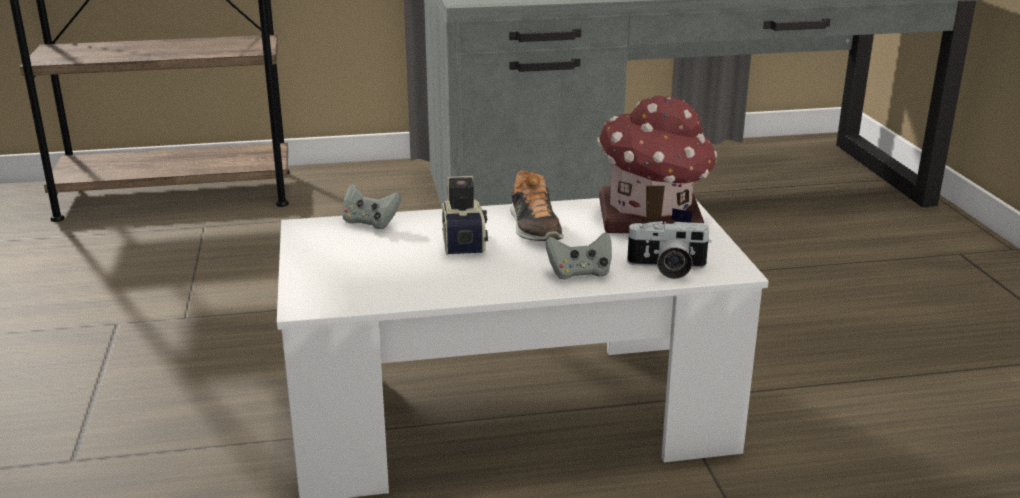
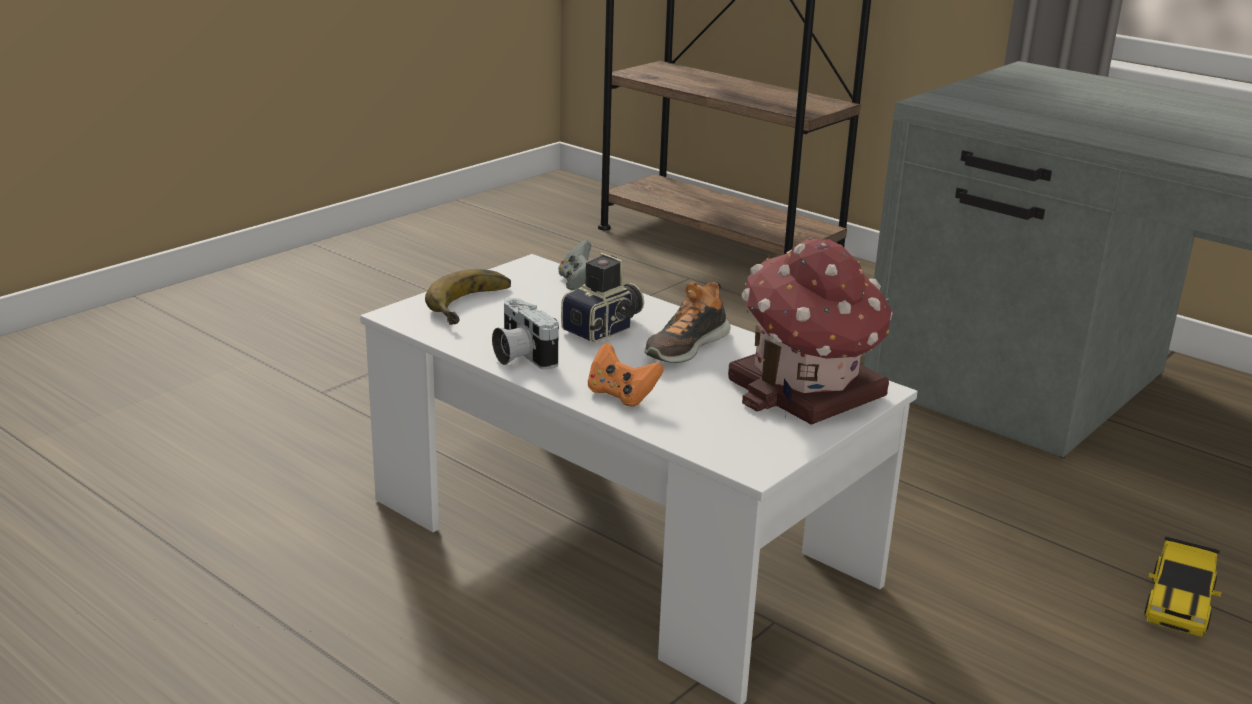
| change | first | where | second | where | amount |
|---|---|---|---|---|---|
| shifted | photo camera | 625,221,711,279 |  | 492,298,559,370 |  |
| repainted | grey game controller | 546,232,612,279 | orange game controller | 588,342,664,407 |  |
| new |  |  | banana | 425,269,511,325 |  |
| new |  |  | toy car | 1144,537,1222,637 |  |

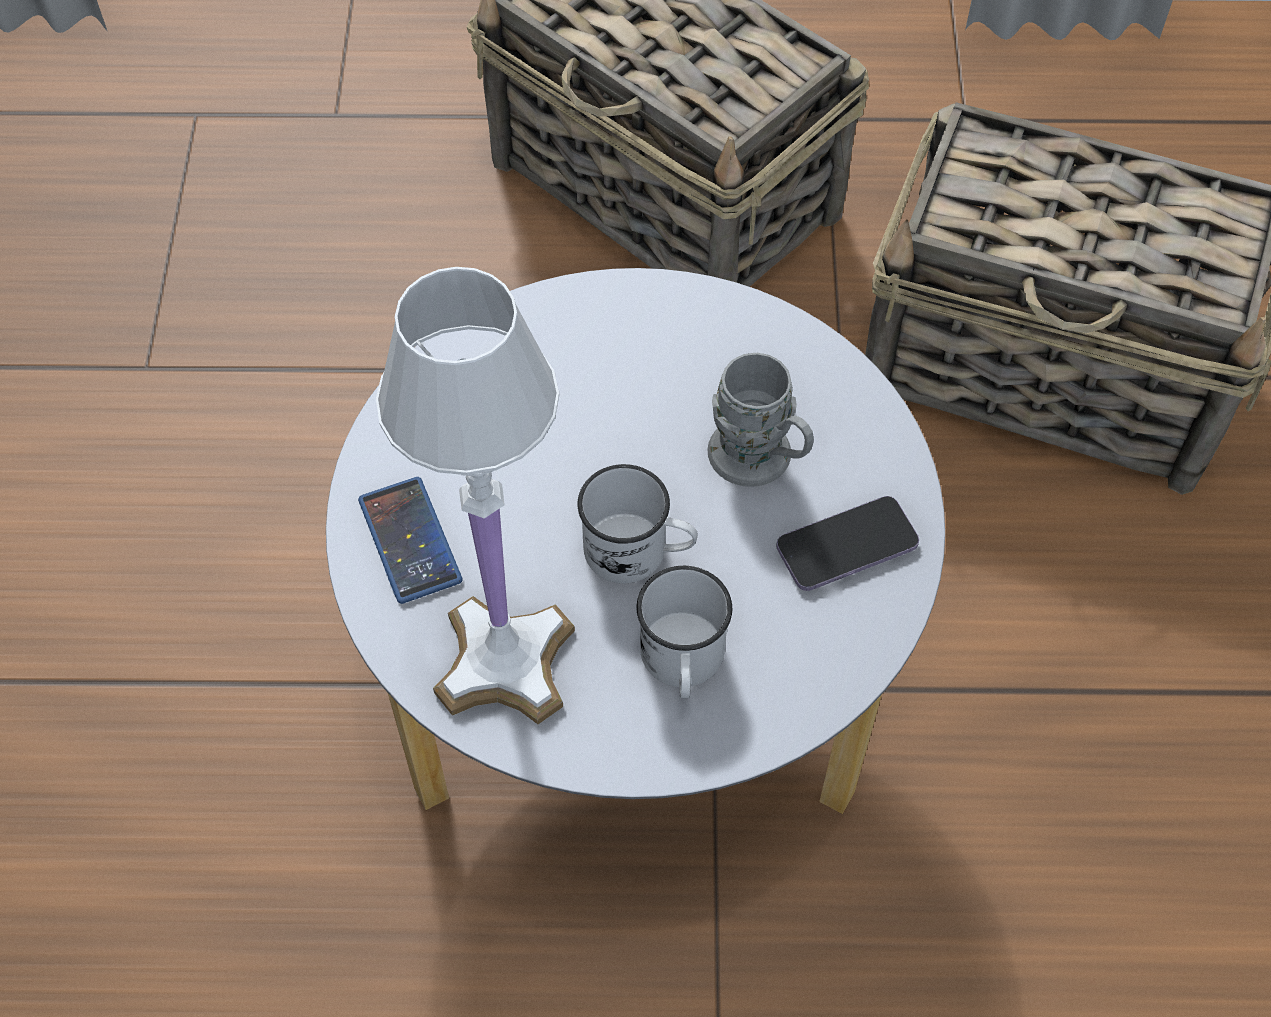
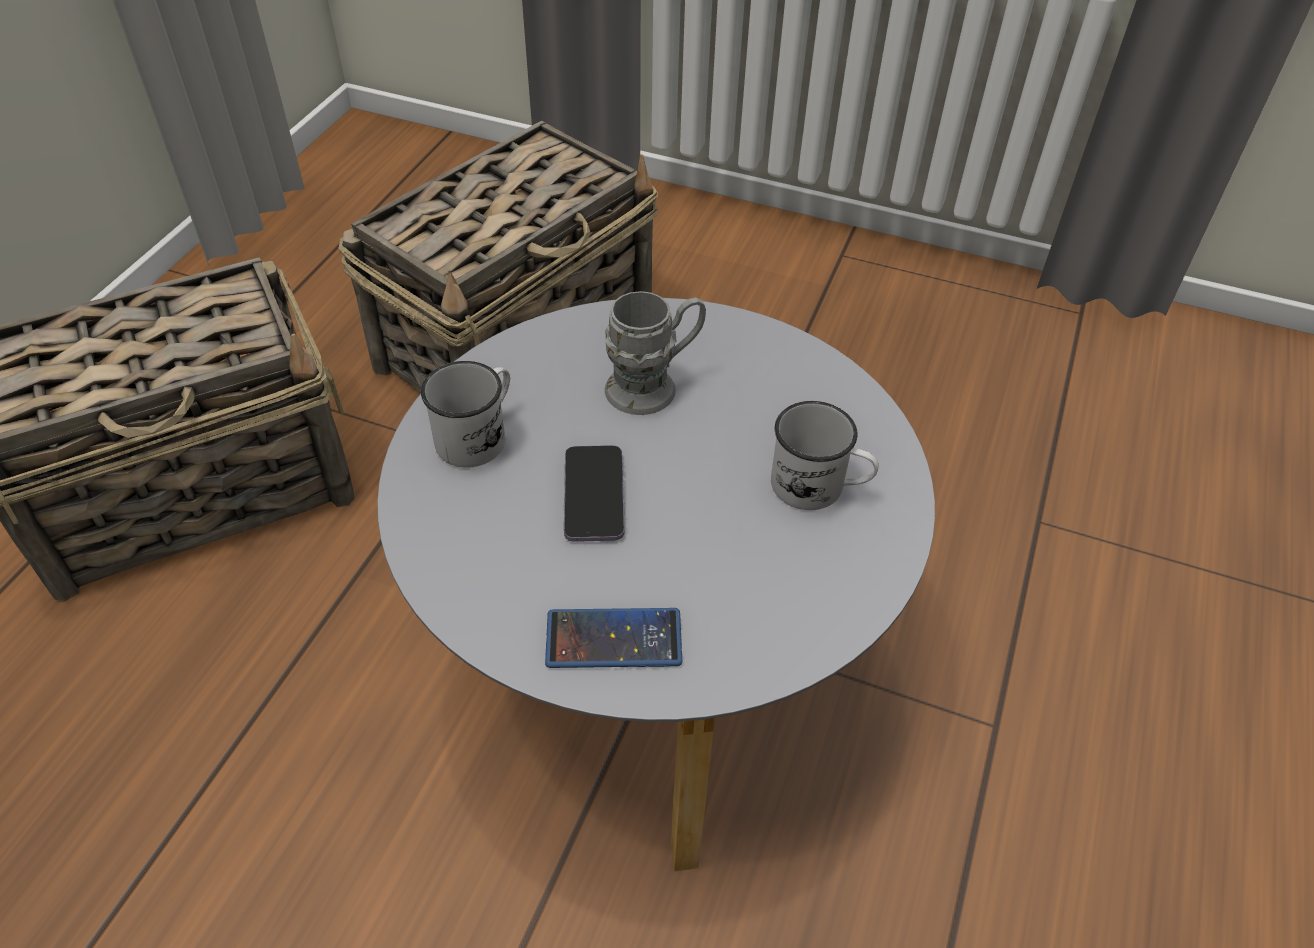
| change | first | where | second | where | amount |
|---|---|---|---|---|---|
| gone | white table lamp | 376,267,575,725 |  |  |  |
| shifted | white mug | 577,464,698,583 |  | 421,361,510,468 |  |
| shifted | phone | 776,496,919,591 |  | 564,445,625,542 |  |

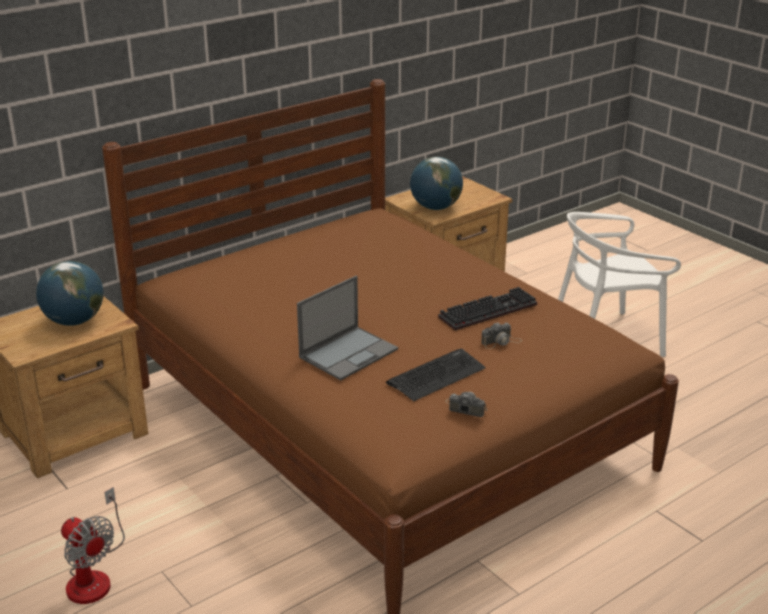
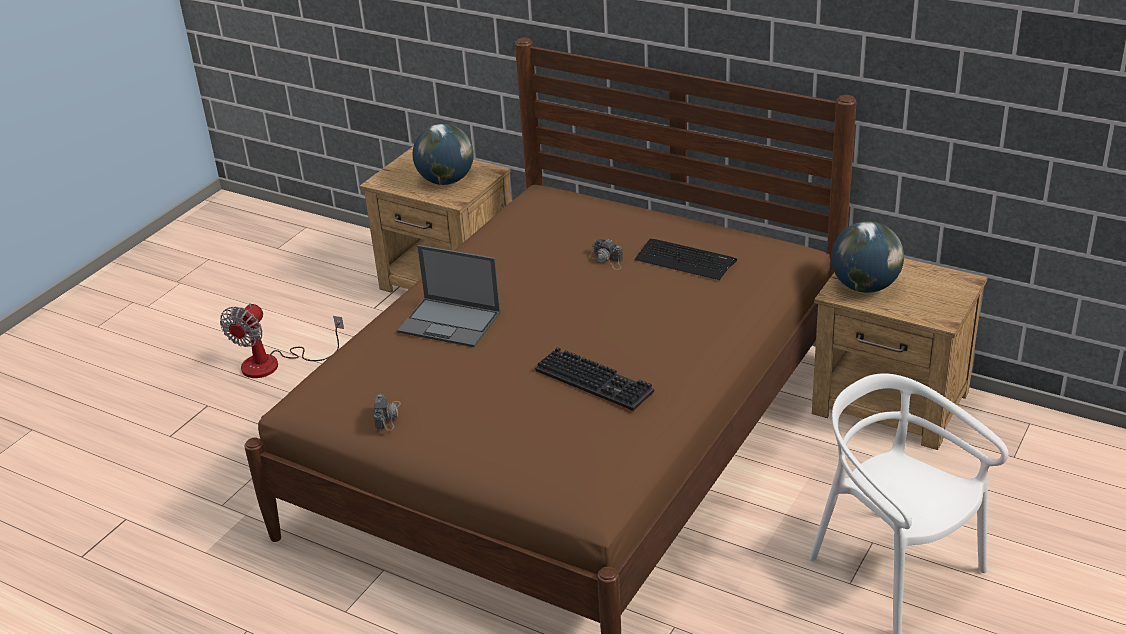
| change | first | where | second | where | amount |
|---|---|---|---|---|---|
| shifted | photo camera | 481,323,522,349 |  | 589,239,623,270 |  |
| shifted | keyboard | 386,349,486,401 |  | 635,239,737,280 |  |

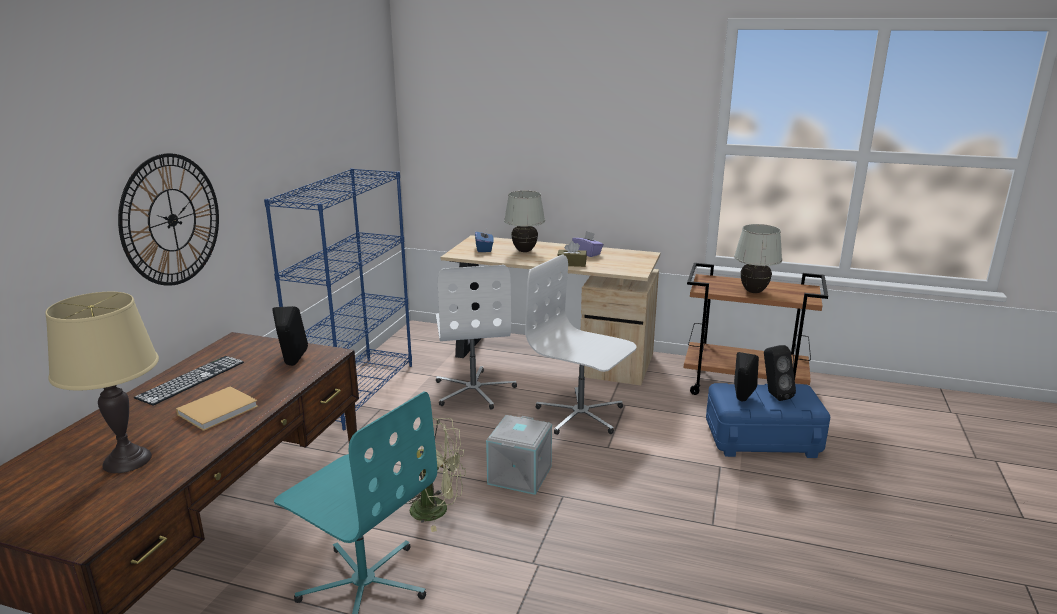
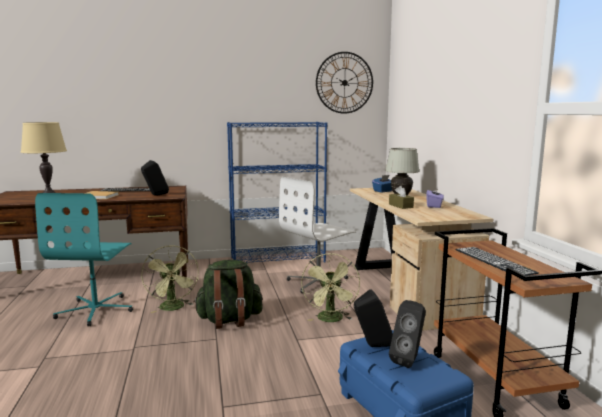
| change | first | where | second | where | amount |
|---|---|---|---|---|---|
| shifted | wall clock | 118,153,219,286 |  | 316,52,373,114 |  |
| swapped | white table lamp | 734,224,782,293 | keyboard | 455,247,539,276 |  |
| swapped | white office chair | 525,254,637,435 | green fan | 301,253,360,322 |  |
| swapped | grey storage box | 486,415,552,495 | green backpack | 193,260,263,329 |  |

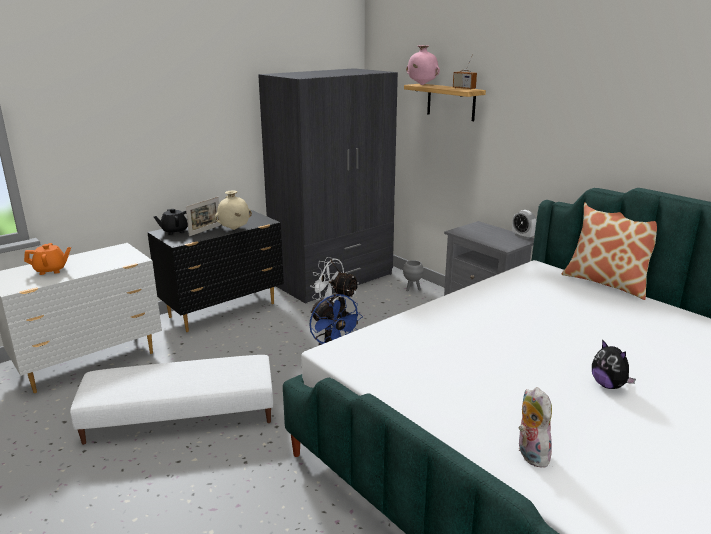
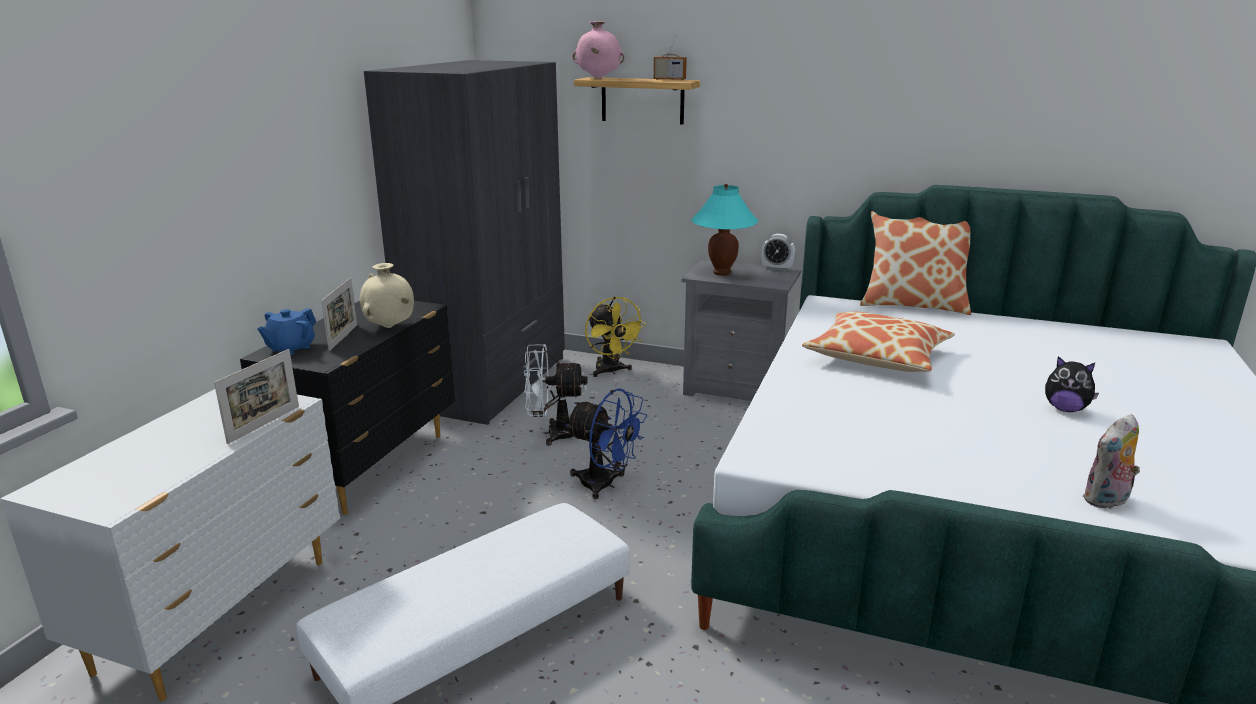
| change | first | where | second | where | amount |
|---|---|---|---|---|---|
| repainted | black teapot | 153,209,188,235 | blue teapot | 257,308,316,355 |  |
| gone | orange teapot | 24,243,71,275 |  |  |  |
| swapped | grey planter | 403,260,424,291 | yellow fan | 585,296,646,377 |  |
| rotated | plush toy | 519,387,552,467 |  | 1082,414,1140,509 | 75 degrees counterclockwise |
| new |  |  | turquoise table lamp | 691,184,759,276 |  |
| new |  |  | pillow | 802,311,955,372 |  |
| new |  |  | picture frame | 214,349,299,444 |  |

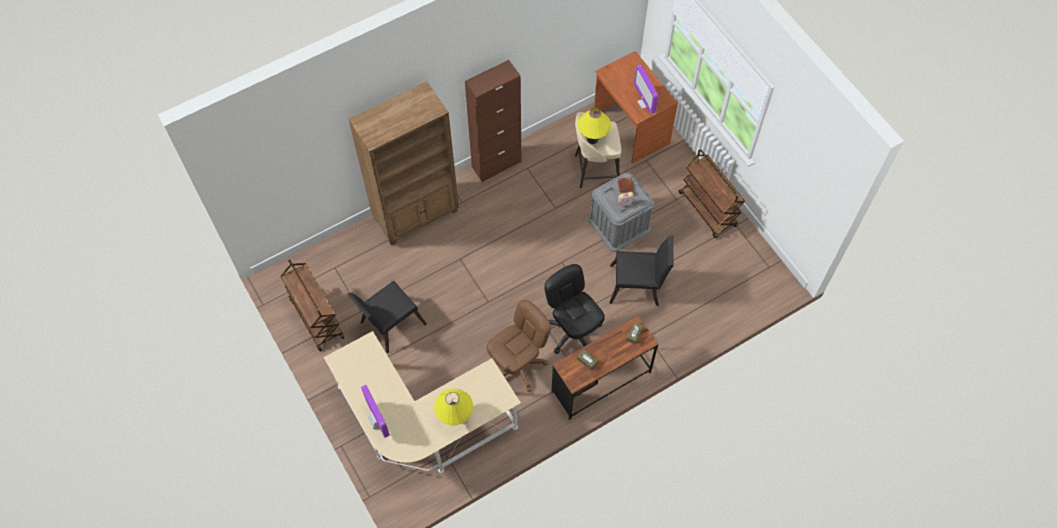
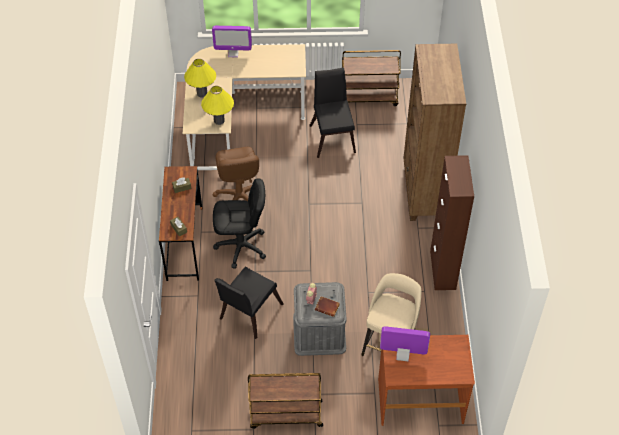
| change | first | where | second | where | amount |
|---|---|---|---|---|---|
| shifted | yellow table lamp | 577,108,611,144 |  | 201,86,234,125 |  |

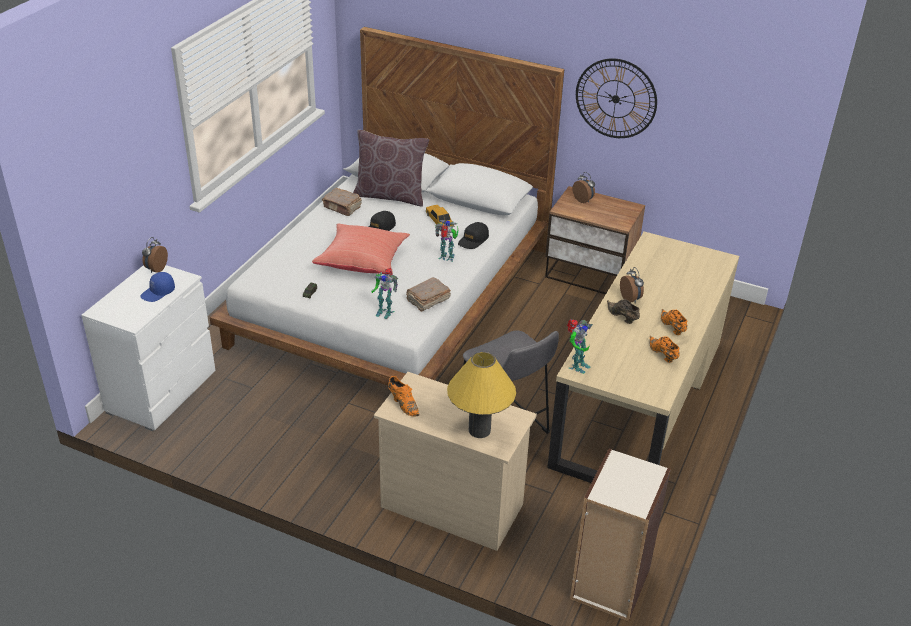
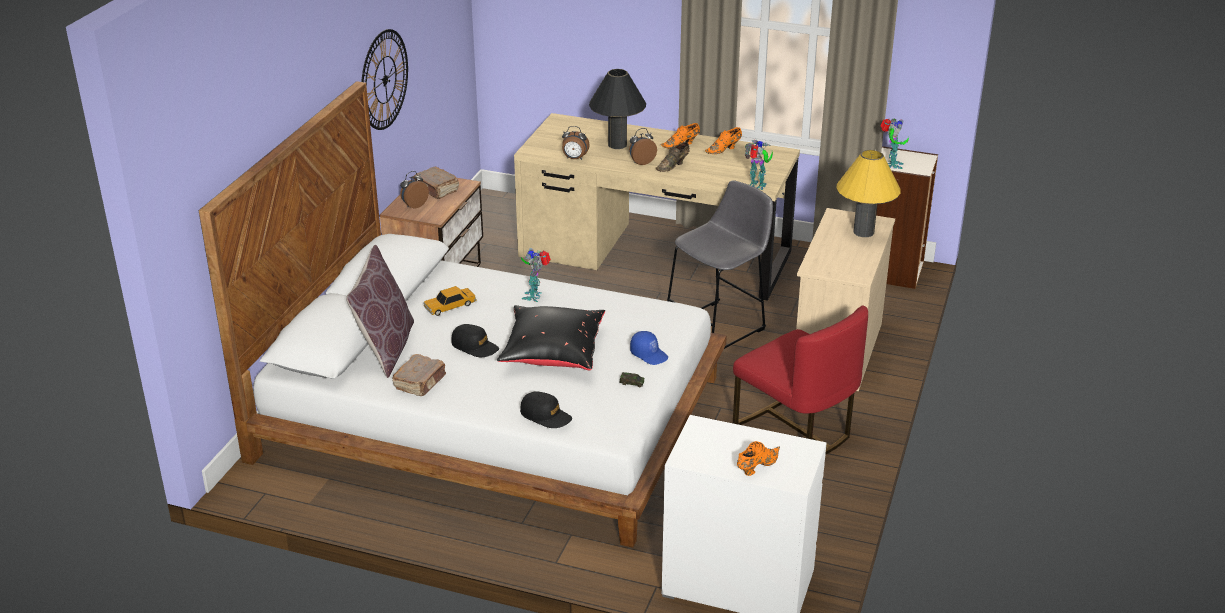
| change | first | where | second | where | amount |
|---|---|---|---|---|---|
| shifted | black cap | 458,222,489,249 |  | 520,391,572,428 |  |
| repainted | red pillow | 312,224,410,274 | black pillow | 497,305,605,370 |  |
| shifted | alarm clock | 142,237,168,273 |  | 562,126,590,160 |  |
| shifted | toy robot | 371,268,398,319 |  | 880,118,909,169 |  |
| shifted | blue cap | 140,272,175,302 |  | 630,331,668,365 |  |
| shifted | brown book | 406,277,451,312 |  | 413,166,459,199 |  |
| shifted | orange shoe | 388,376,420,417 |  | 737,441,780,476 |  |
| new |  |  | black table lamp | 589,69,646,149 |  |
| new |  |  | red chair | 733,306,868,455 |  |

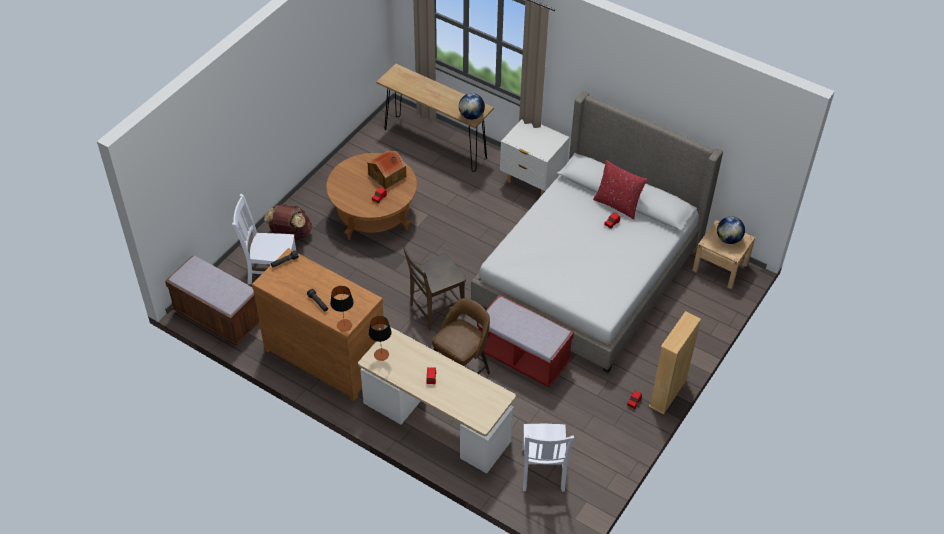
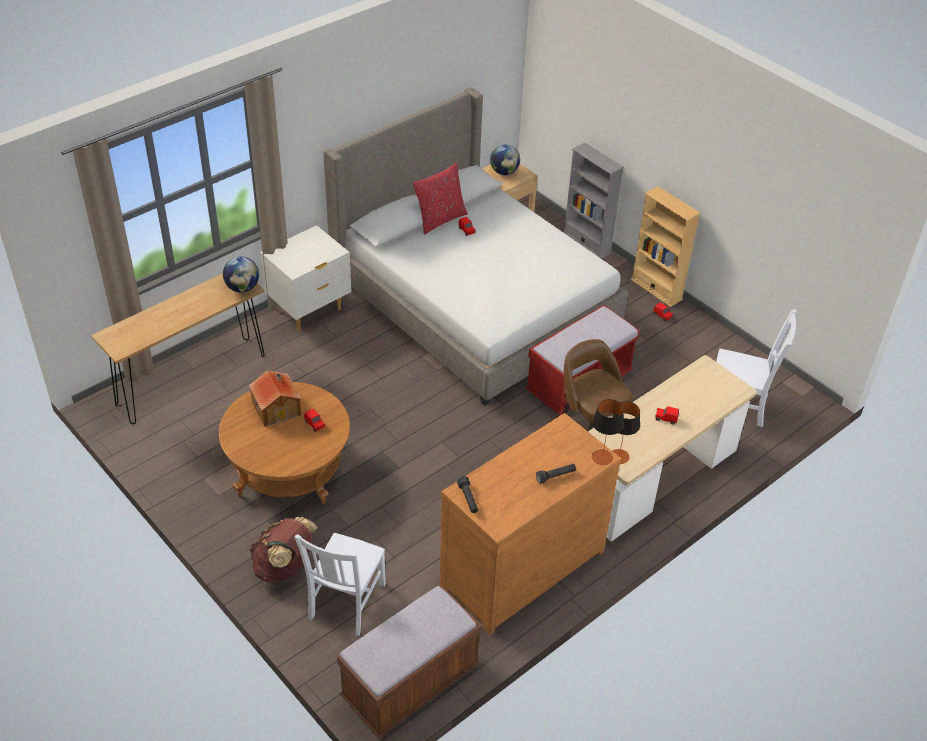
| change | first | where | second | where | amount |
|---|---|---|---|---|---|
| gone | brown chair | 403,247,466,330 |  |  |  |
| new |  |  | grey bookcase | 564,143,624,259 |  |

